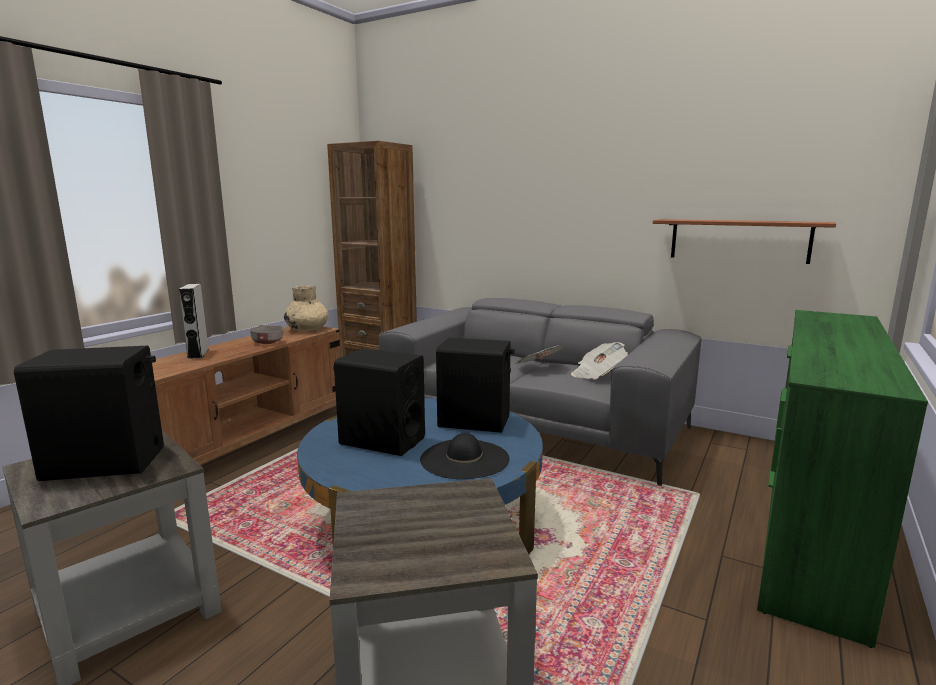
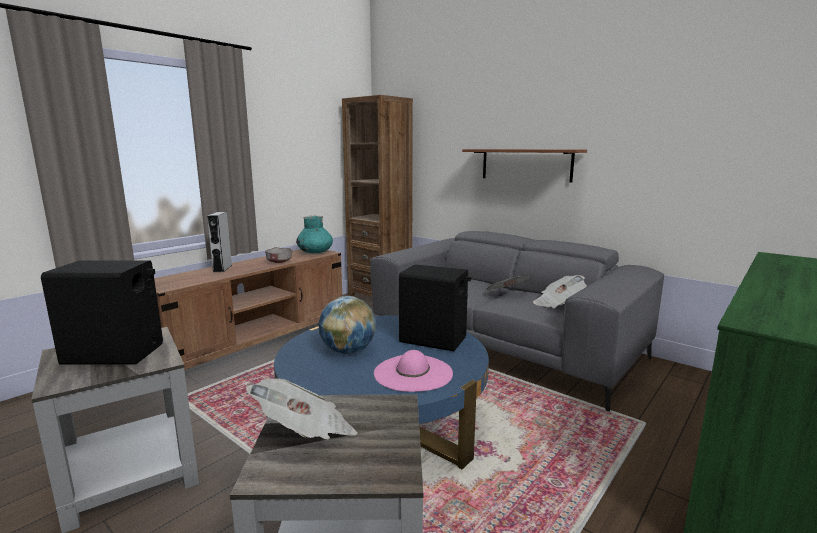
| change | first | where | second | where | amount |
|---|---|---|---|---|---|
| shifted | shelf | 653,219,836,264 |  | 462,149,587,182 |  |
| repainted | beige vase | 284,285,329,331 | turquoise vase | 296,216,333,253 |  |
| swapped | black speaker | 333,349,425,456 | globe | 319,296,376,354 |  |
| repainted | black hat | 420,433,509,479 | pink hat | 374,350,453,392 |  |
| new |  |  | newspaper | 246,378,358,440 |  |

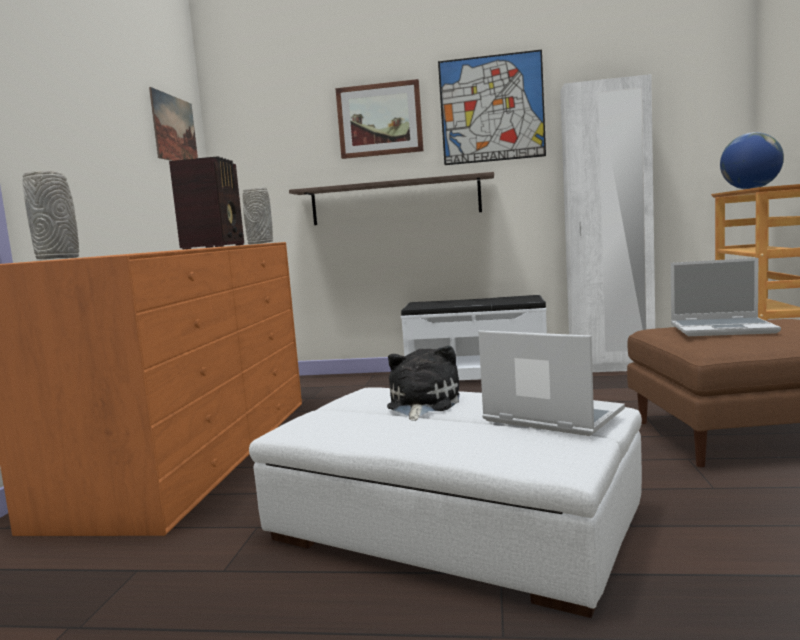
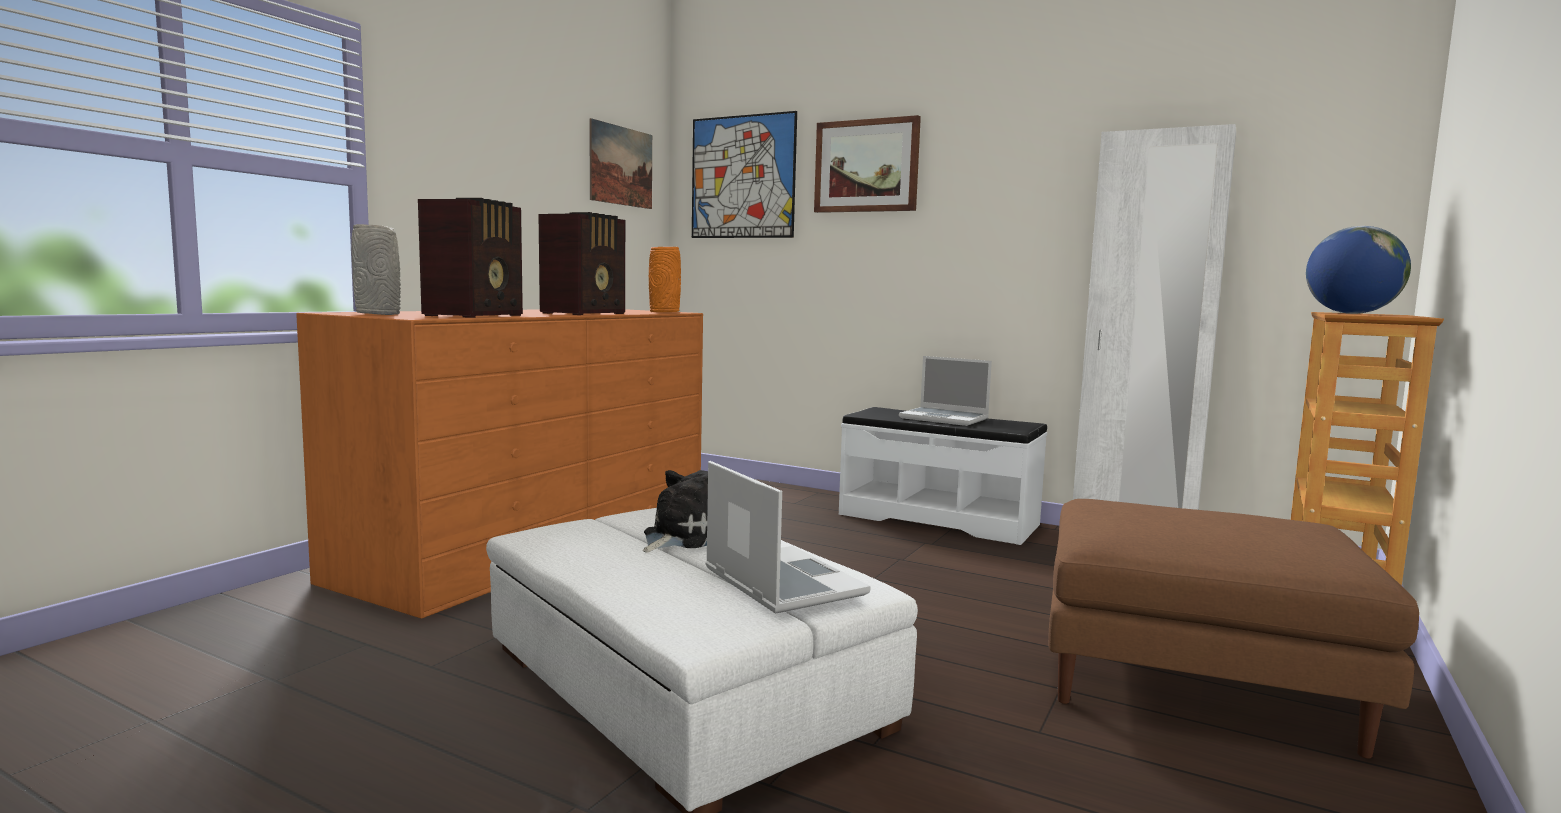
| change | first | where | second | where | amount |
|---|---|---|---|---|---|
| shifted | picture | 438,50,546,165 |  | 692,111,797,238 |  |
| gone | shelf | 289,172,494,225 |  |  |  |
| repainted | grey vase | 243,188,273,244 | orange vase | 649,247,681,312 |  |
| shifted | laptop | 671,258,781,336 |  | 899,356,992,426 |  |
| new |  |  | radio | 418,198,523,318 |  |

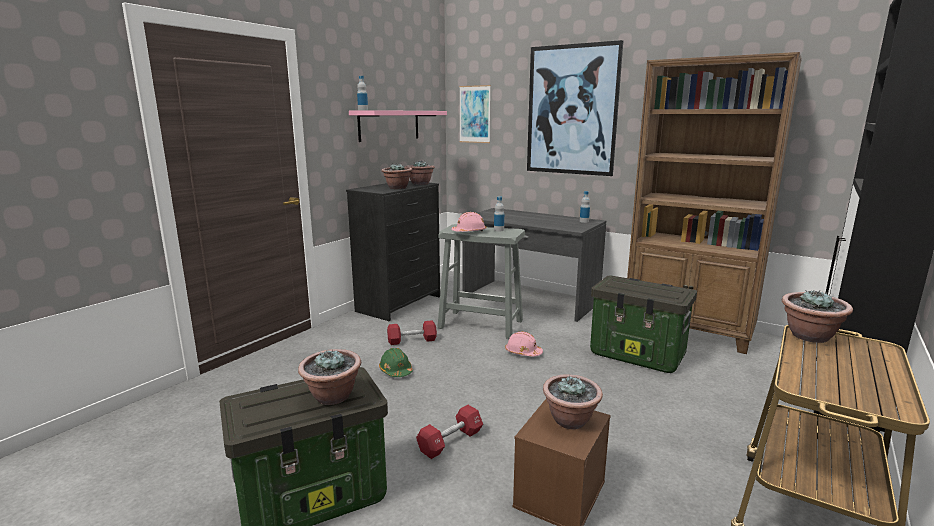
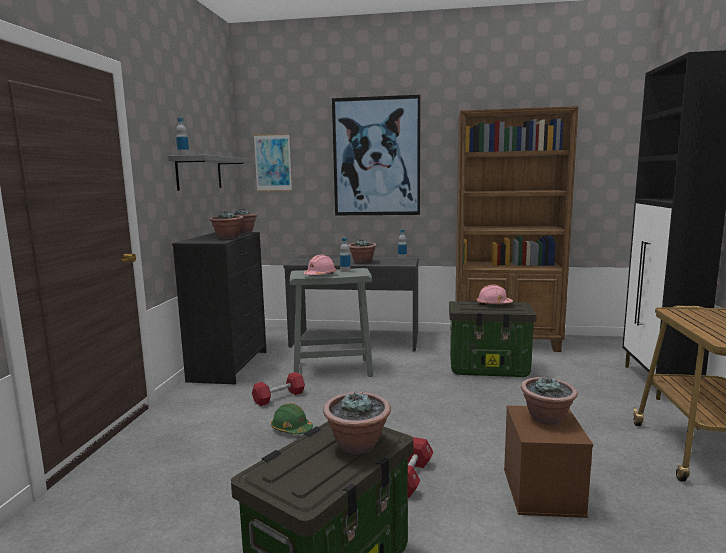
| change | first | where | second | where | amount |
|---|---|---|---|---|---|
| repainted | pink shelf | 349,110,447,142 | grey shelf | 168,155,253,191 |  |
| shifted | potted plant | 782,290,853,343 |  | 348,239,377,264 |  |
| shifted | pink hard hat | 505,331,543,356 |  | 476,285,513,305 |  |

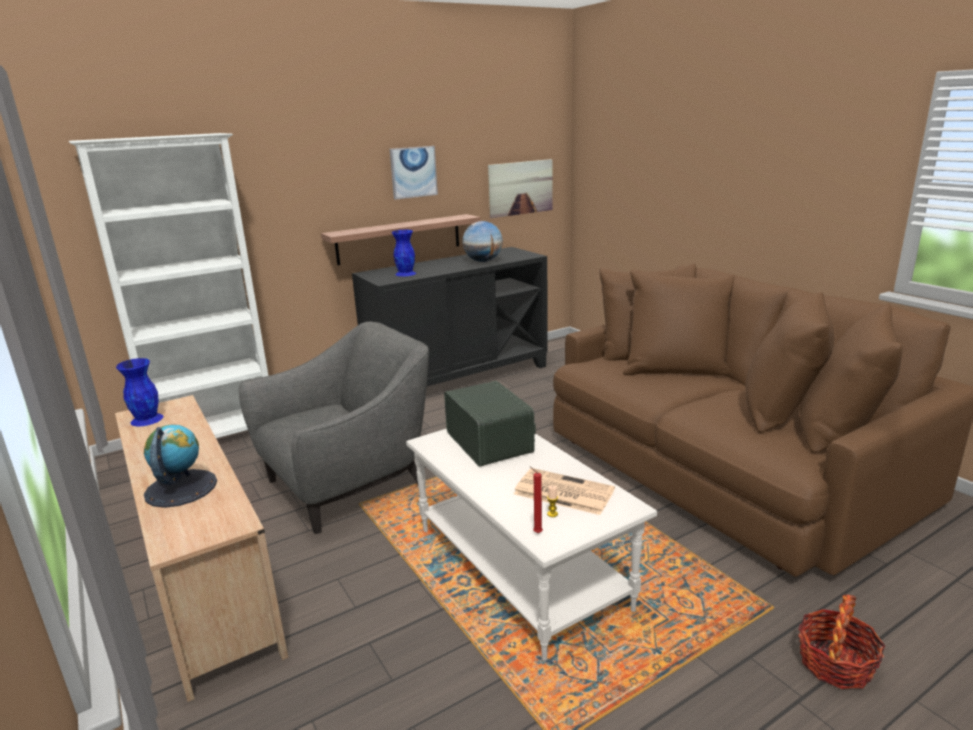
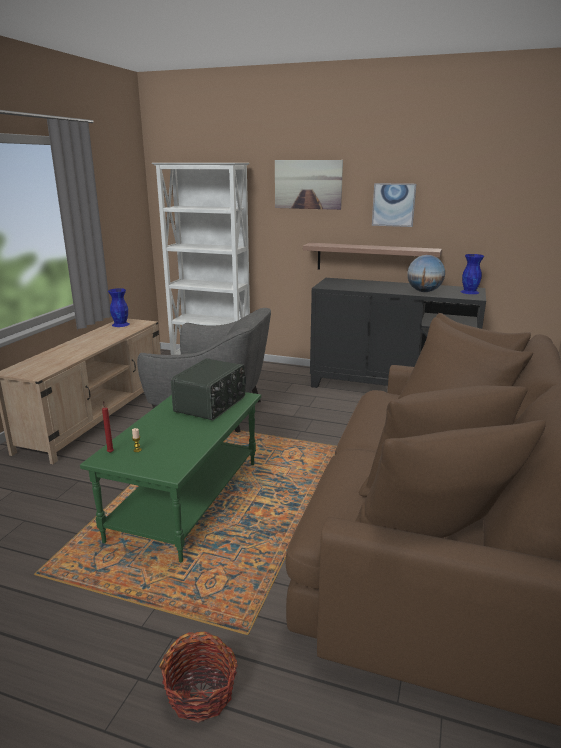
| change | first | where | second | where | amount |
|---|---|---|---|---|---|
| shifted | picture | 488,159,553,218 |  | 275,160,343,210 |  |
| shifted | blue vase | 392,230,416,276 |  | 460,254,484,294 |  |
| gone | globe | 144,425,217,508 |  |  |  |
| repainted | white coffee table | 406,428,657,661 | green coffee table | 80,392,261,562 |  |
| gone | newspaper | 514,468,615,515 |  |  |  |

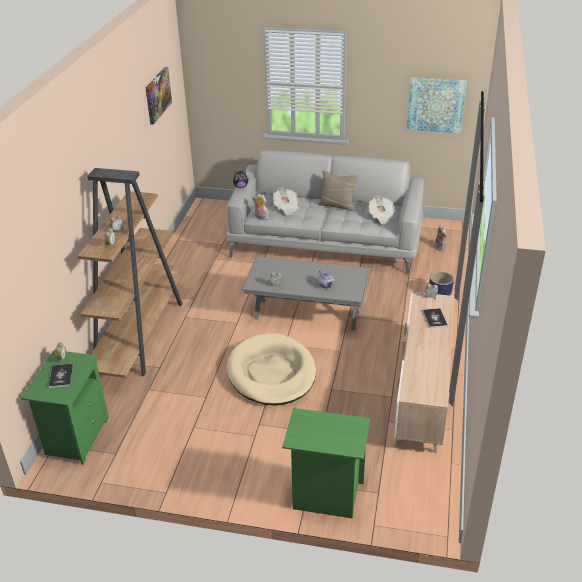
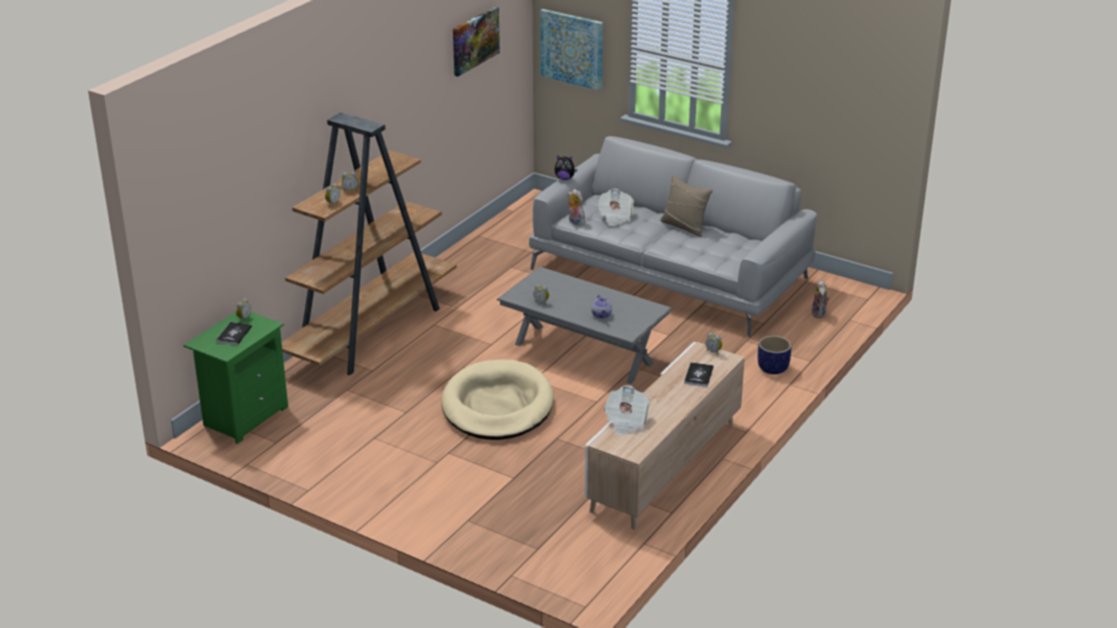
| change | first | where | second | where | amount |
|---|---|---|---|---|---|
| shifted | picture | 407,77,467,133 |  | 540,9,603,90 |  |
| shifted | newspaper | 369,196,396,225 |  | 604,385,651,435 |  |
| gone | green nightstand | 282,408,370,518 |  |  |  |

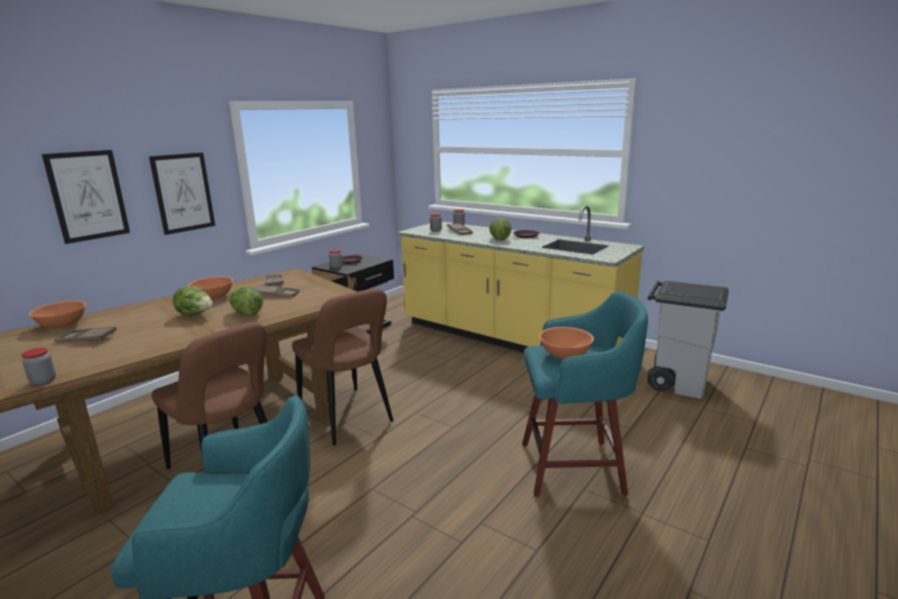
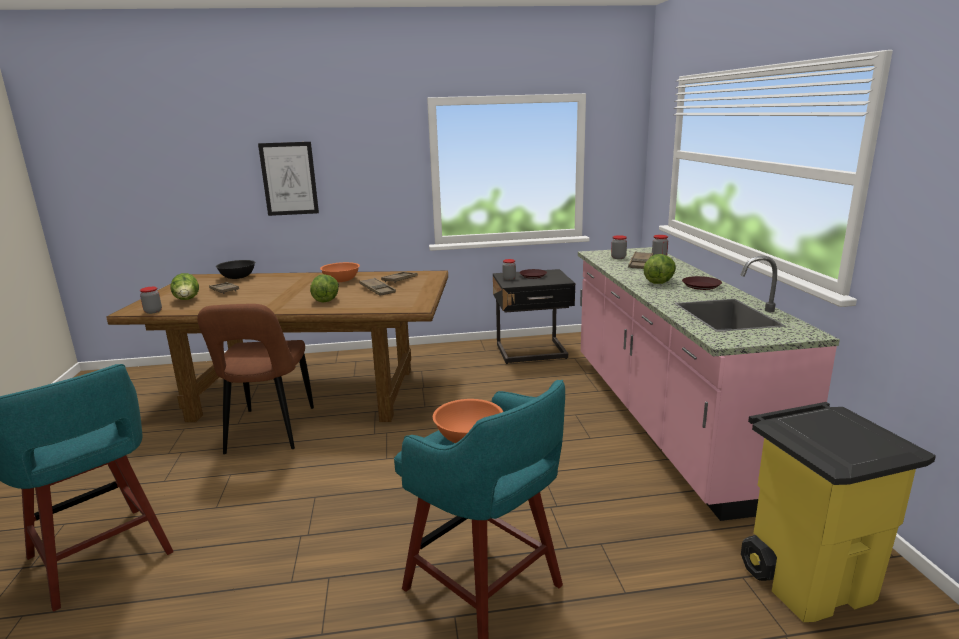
| change | first | where | second | where | amount |
|---|---|---|---|---|---|
| gone | picture | 149,152,215,235 |  |  |  |
| repainted | yellow counter | 397,206,644,353 | pink counter | 578,247,840,521 |  |
| repainted | grey trash can | 647,281,729,399 | yellow trash can | 741,402,936,622 |  |
| shifted | lettuce | 173,286,213,316 |  | 171,273,199,300 |  |
| gone | brown chair | 292,288,393,446 |  |  |  |
| repainted | orange bowl | 28,301,86,328 | black bowl | 216,260,255,279 |  |

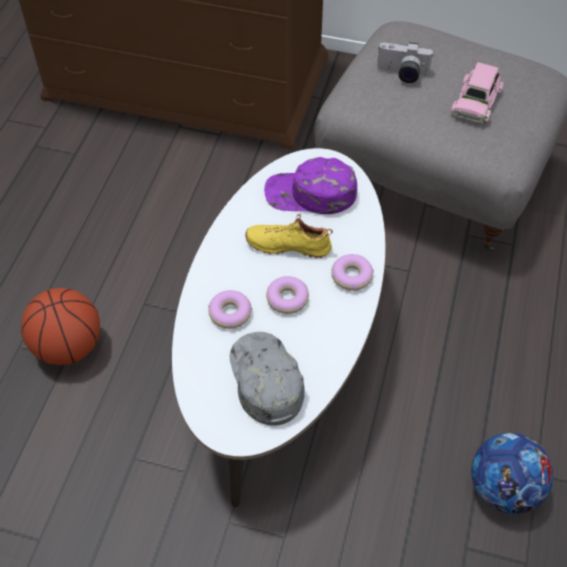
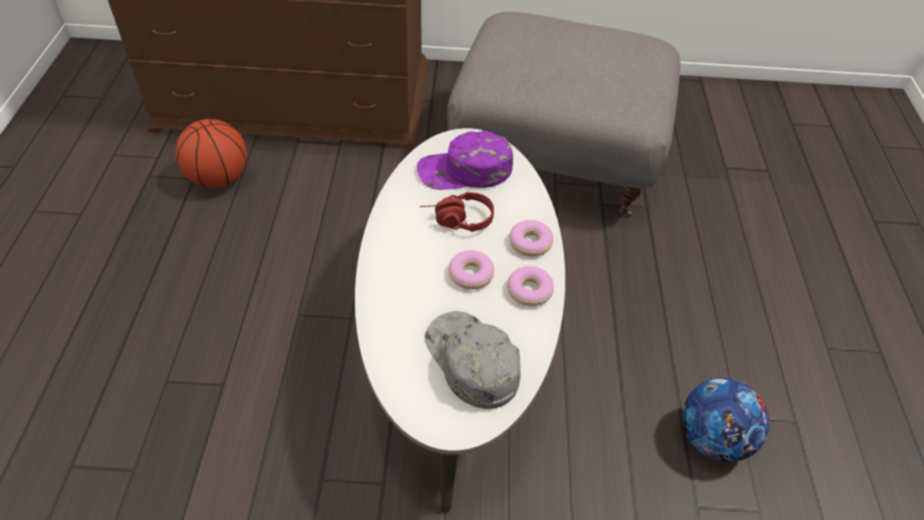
| change | first | where | second | where | amount |
|---|---|---|---|---|---|
| gone | photo camera | 377,42,433,83 |  |  |  |
| gone | pink toy car | 451,62,504,123 |  |  |  |
| swapped | yellow shoe | 245,214,333,258 | red headphones | 420,192,494,232 |  |
| shifted | basketball | 21,288,100,365 |  | 176,119,247,188 |  |
| shifted | donut | 208,290,252,329 |  | 507,266,554,306 |  |

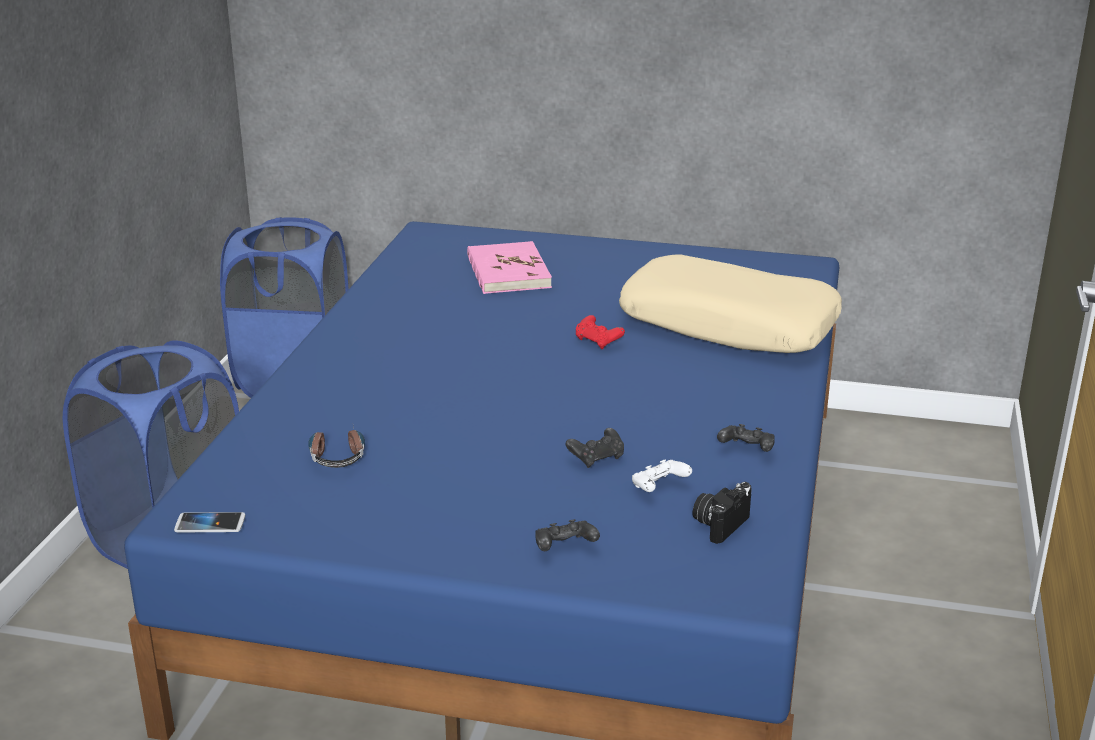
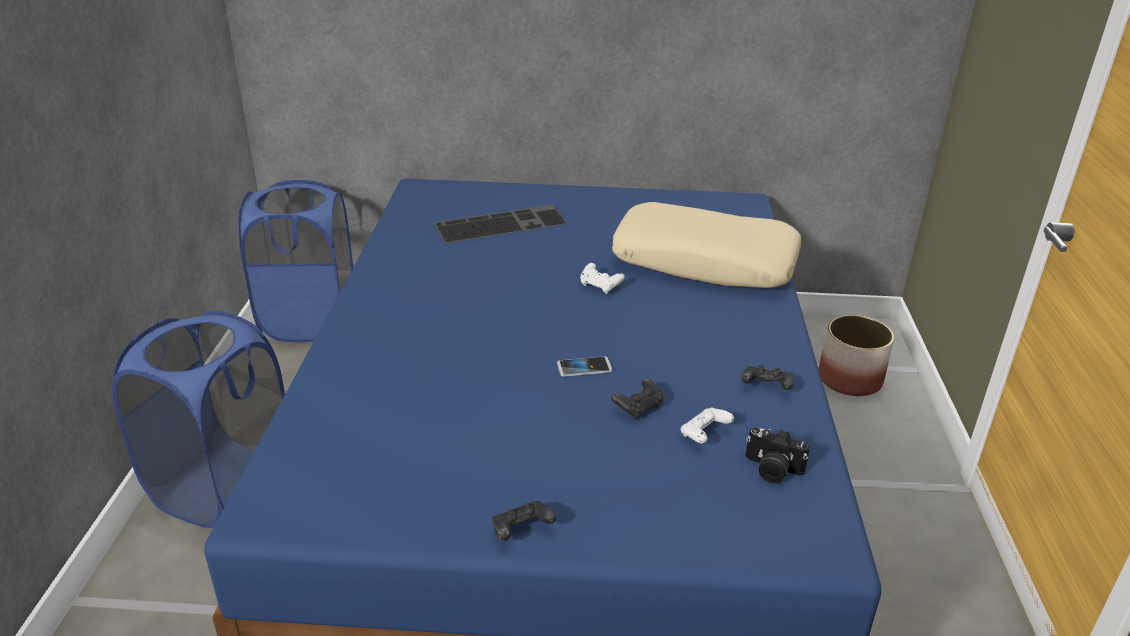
| change | first | where | second | where | amount |
|---|---|---|---|---|---|
| swapped | pink book | 467,241,552,294 | keyboard | 433,204,568,244 |  |
| repainted | red game controller | 576,315,625,349 | white game controller | 581,263,625,294 |  |
| gone | headphones | 308,427,365,468 |  |  |  |
| rotated | photo camera | 693,482,752,544 |  | 746,427,810,483 | 90 degrees counterclockwise |
| shifted | phone | 174,512,245,532 |  | 557,356,612,377 |  |
| shifted | black game controller | 535,519,600,551 |  | 493,501,556,541 |  |
| new |  |  | planter | 819,315,894,396 |  |

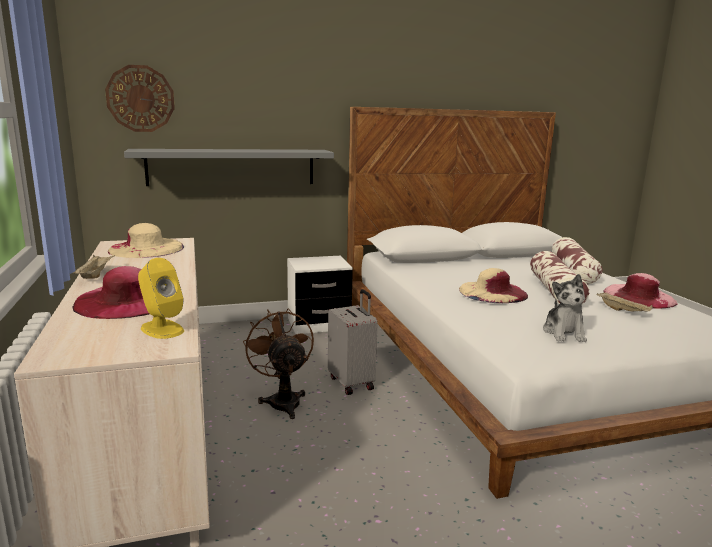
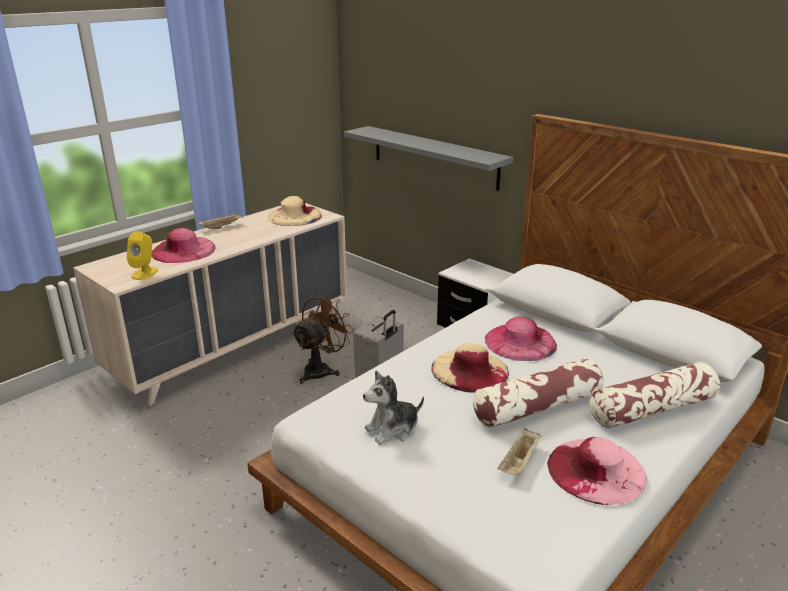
| change | first | where | second | where | amount |
|---|---|---|---|---|---|
| gone | wall clock | 105,65,175,132 |  |  |  |
| new |  |  | pink hat | 485,317,557,361 |  |

